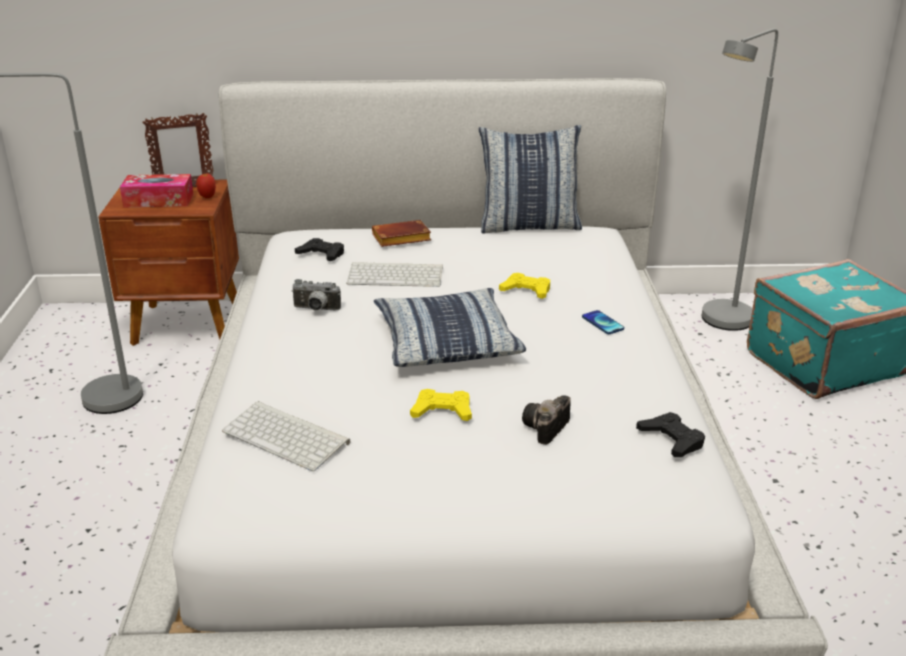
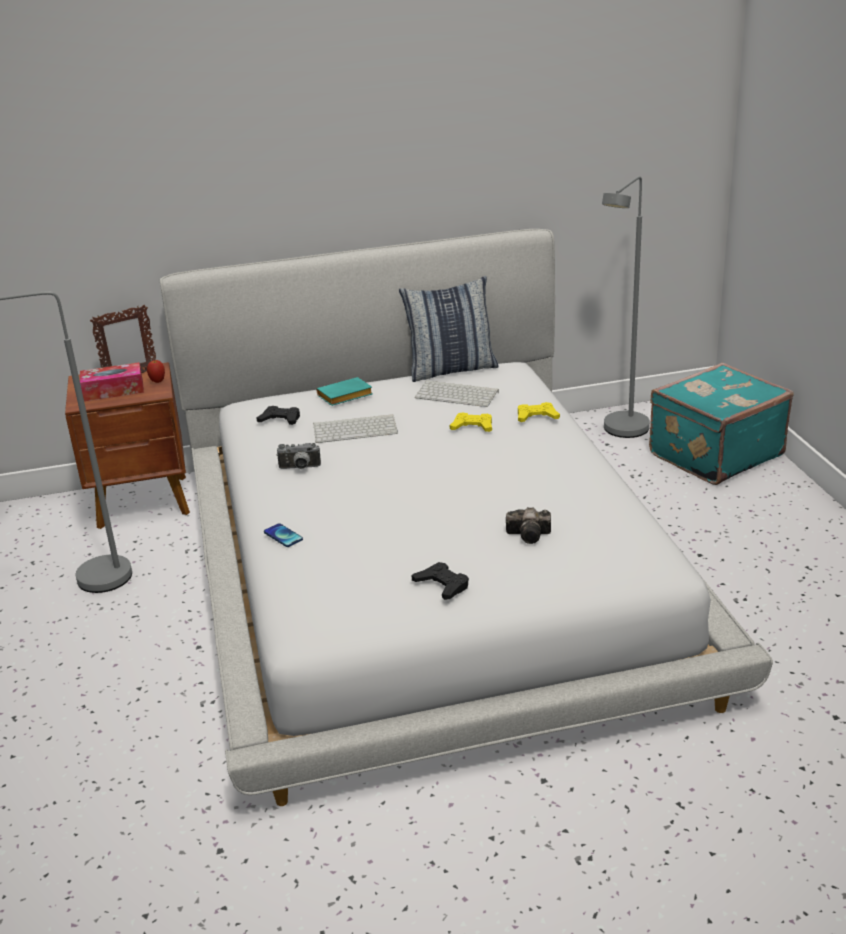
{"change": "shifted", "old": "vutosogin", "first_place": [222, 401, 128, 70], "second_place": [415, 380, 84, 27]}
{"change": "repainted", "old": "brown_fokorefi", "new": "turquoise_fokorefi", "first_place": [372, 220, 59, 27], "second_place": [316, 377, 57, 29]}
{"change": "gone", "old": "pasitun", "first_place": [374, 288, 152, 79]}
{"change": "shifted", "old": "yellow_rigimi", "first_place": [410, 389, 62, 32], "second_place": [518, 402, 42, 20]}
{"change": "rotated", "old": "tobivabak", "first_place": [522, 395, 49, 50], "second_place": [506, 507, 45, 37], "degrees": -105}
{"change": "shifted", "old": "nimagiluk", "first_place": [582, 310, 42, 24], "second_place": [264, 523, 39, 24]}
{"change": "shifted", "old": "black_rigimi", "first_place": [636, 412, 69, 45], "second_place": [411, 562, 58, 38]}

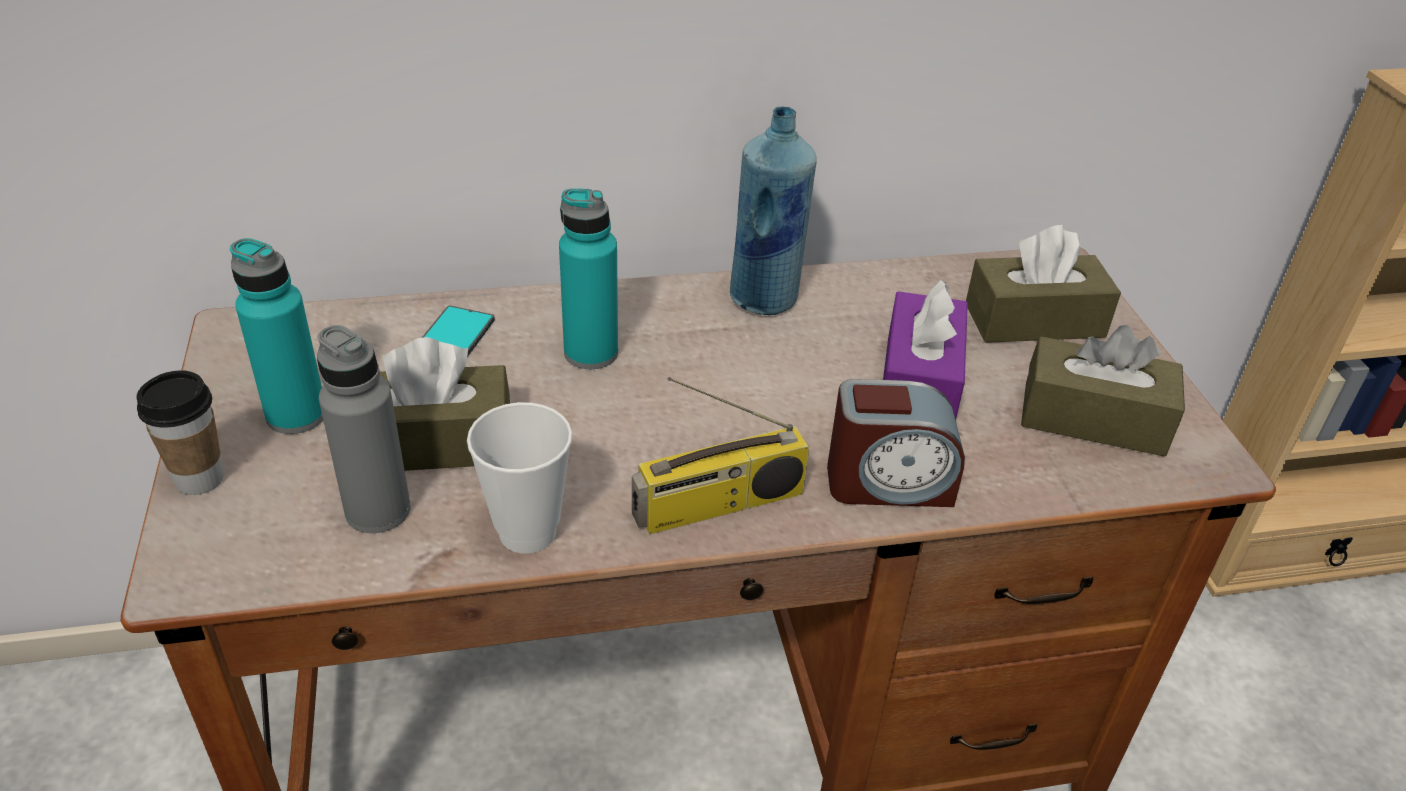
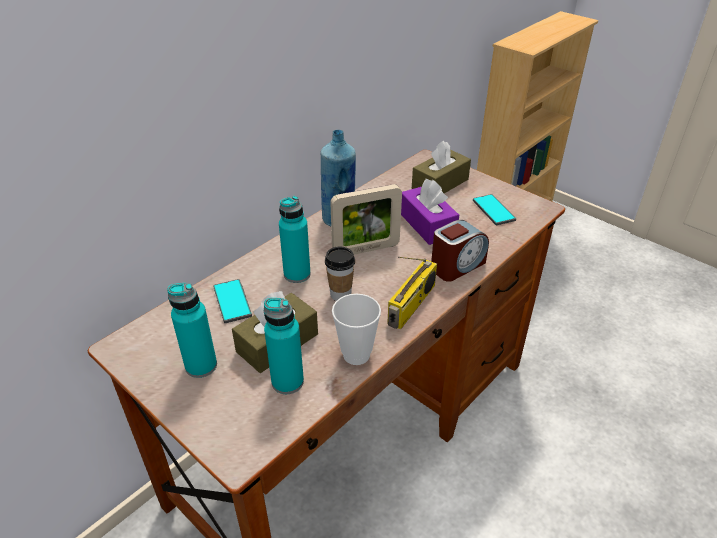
{"change": "shifted", "old": "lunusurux", "first_place": [137, 370, 87, 125], "second_place": [325, 247, 30, 54]}
{"change": "repainted", "old": "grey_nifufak", "new": "turquoise_nifufak", "first_place": [317, 325, 94, 208], "second_place": [264, 298, 40, 96]}
{"change": "swapped", "old": "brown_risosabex", "new": "nimagiluk", "first_place": [1021, 325, 164, 131], "second_place": [473, 194, 43, 31]}
{"change": "new", "new": "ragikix", "second_place": [330, 184, 72, 71]}

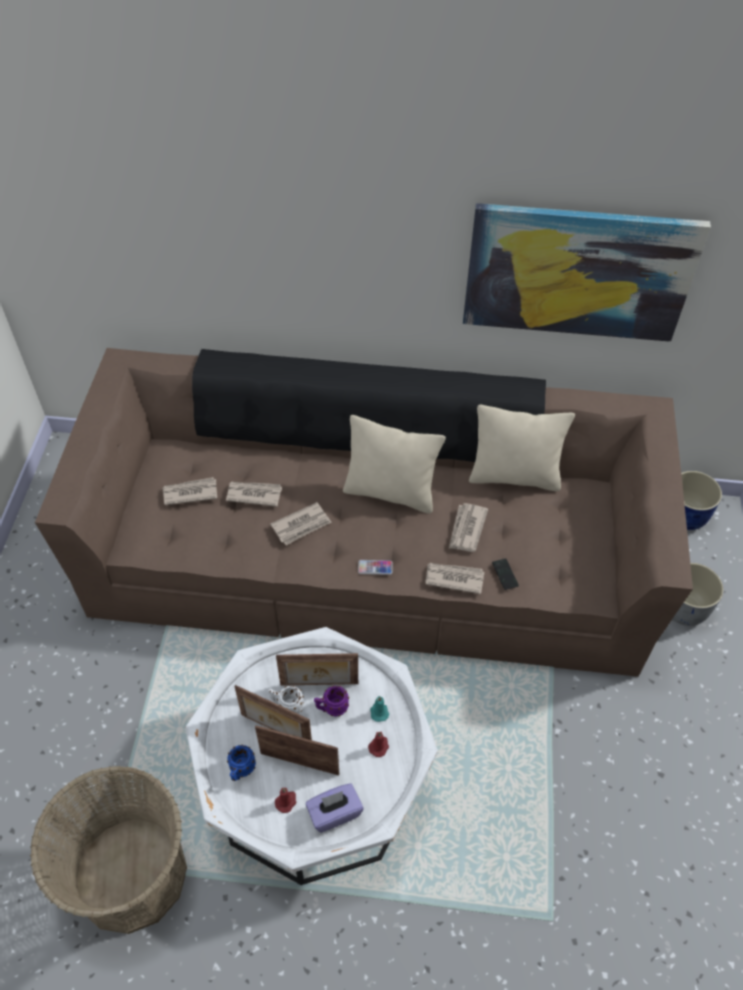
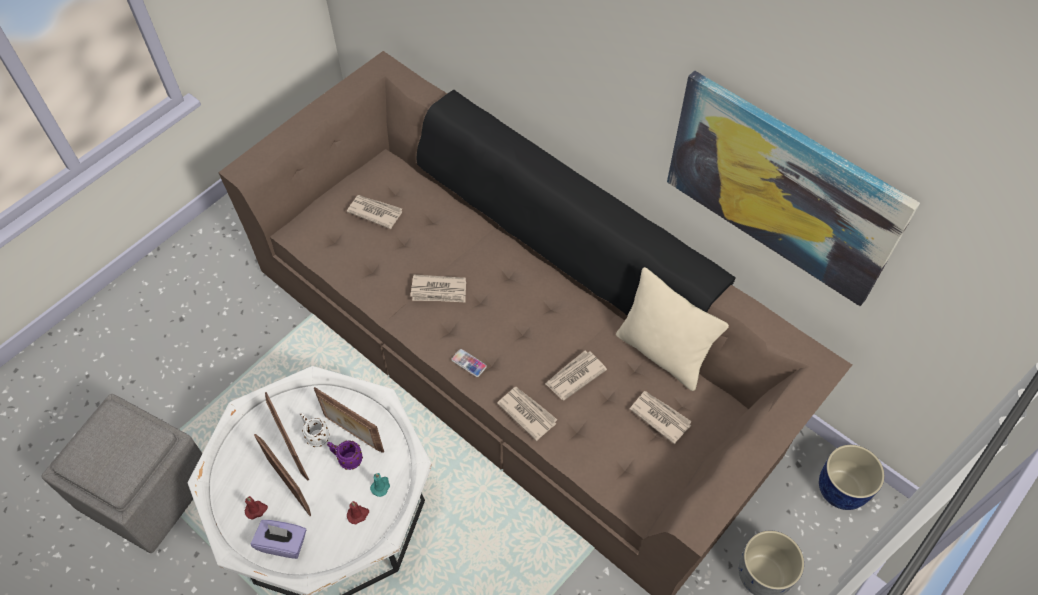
{"change": "swapped", "old": "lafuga", "new": "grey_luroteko", "first_place": [30, 766, 157, 168], "second_place": [41, 394, 161, 159]}
{"change": "shifted", "old": "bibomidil", "first_place": [226, 482, 56, 25], "second_place": [629, 391, 63, 53]}
{"change": "gone", "old": "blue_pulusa", "first_place": [227, 744, 29, 37]}
{"change": "gone", "old": "beige_pasitun", "first_place": [343, 415, 103, 99]}
{"change": "gone", "old": "nimagiluk", "first_place": [492, 558, 27, 32]}

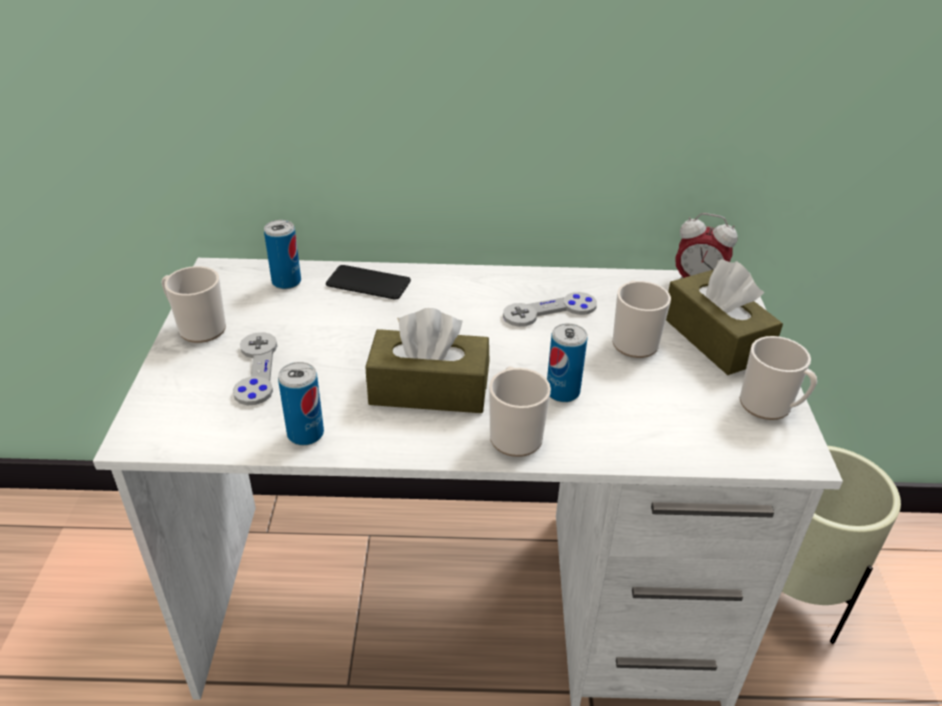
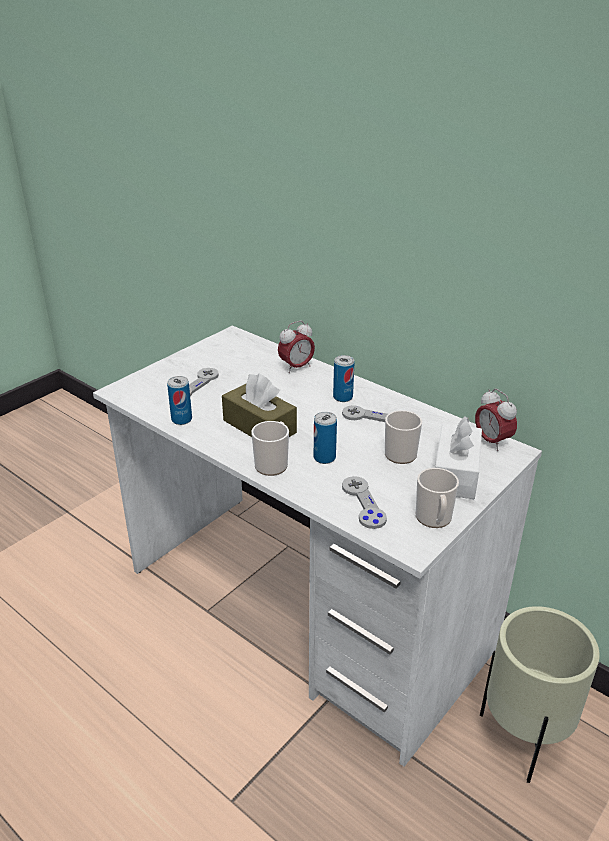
{"change": "gone", "old": "pulusa", "first_place": [162, 266, 64, 77]}
{"change": "shifted", "old": "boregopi", "first_place": [264, 220, 37, 69], "second_place": [333, 355, 21, 47]}
{"change": "swapped", "old": "nimagiluk", "new": "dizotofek", "first_place": [326, 265, 85, 34], "second_place": [278, 321, 37, 52]}
{"change": "repainted", "old": "brown_risosabex", "new": "white_risosabex", "first_place": [666, 259, 117, 116], "second_place": [435, 416, 47, 83]}
{"change": "new", "new": "grey_rigimi", "second_place": [342, 476, 45, 53]}

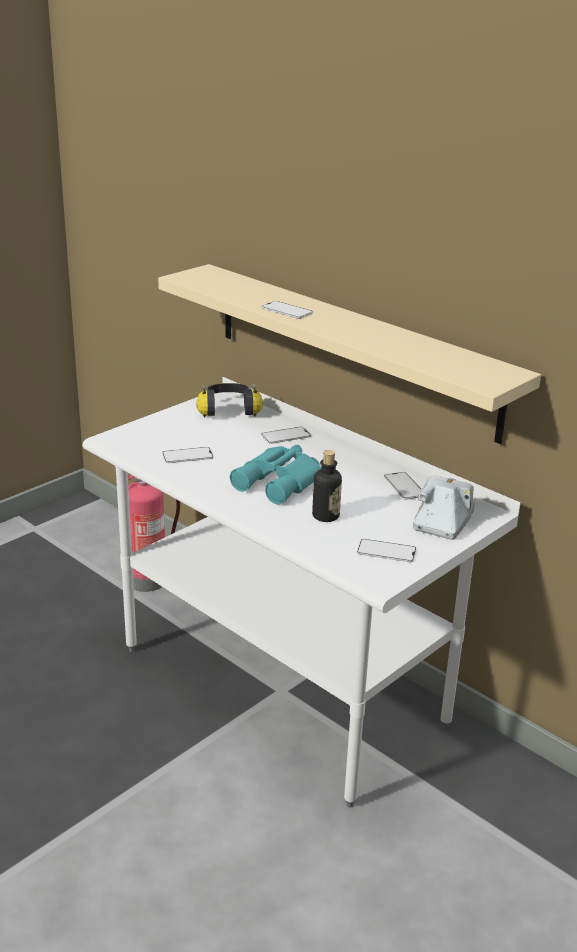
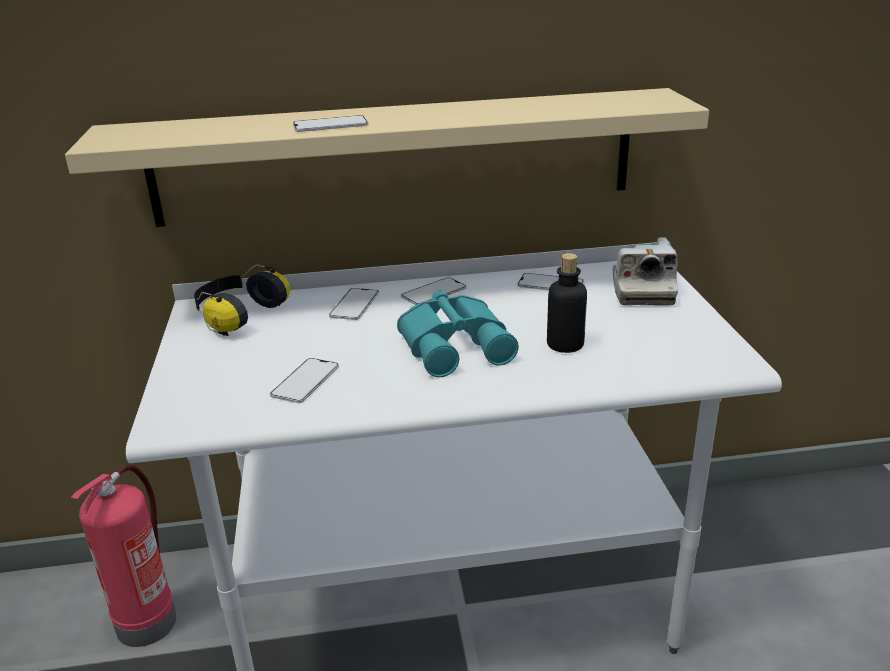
{"change": "shifted", "old": "nimagiluk", "first_place": [357, 539, 59, 23], "second_place": [401, 277, 66, 28]}
{"change": "rotated", "old": "tobivabak", "first_place": [413, 475, 62, 65], "second_place": [613, 237, 65, 69], "degrees": -150}

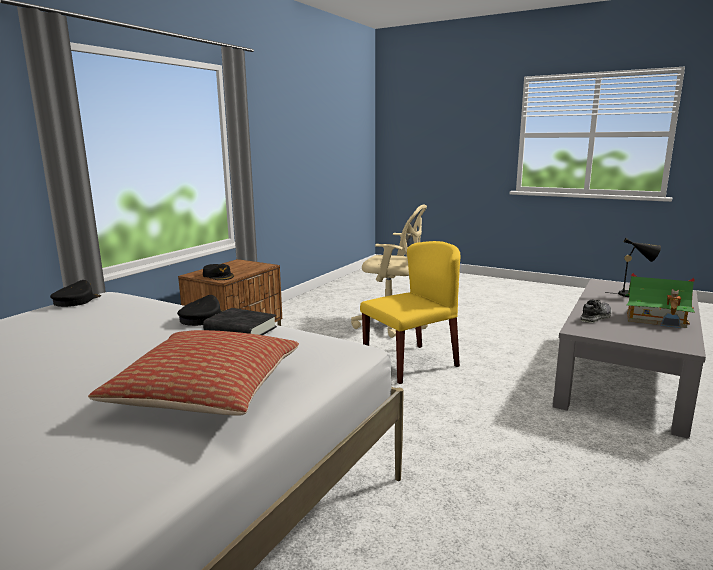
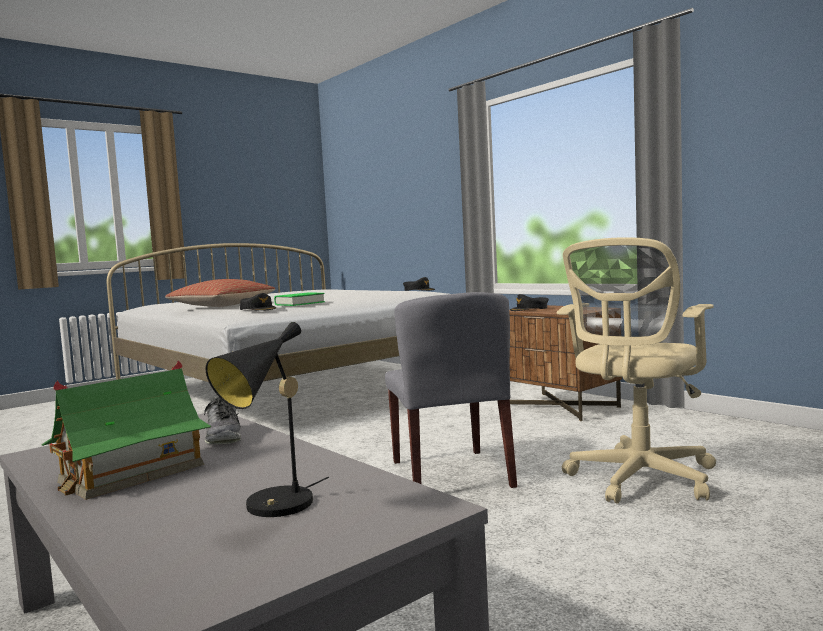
{"change": "shifted", "old": "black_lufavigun", "first_place": [177, 295, 46, 31], "second_place": [240, 293, 36, 18]}
{"change": "repainted", "old": "black_fokorefi", "new": "green_fokorefi", "first_place": [203, 308, 74, 27], "second_place": [274, 293, 51, 13]}
{"change": "repainted", "old": "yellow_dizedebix", "new": "grey_dizedebix", "first_place": [360, 241, 100, 143], "second_place": [385, 292, 132, 196]}

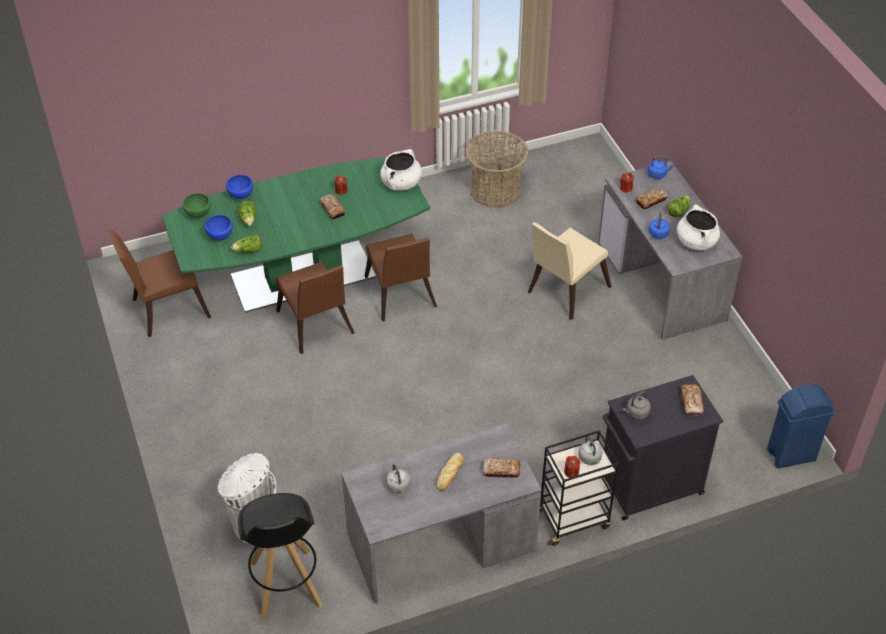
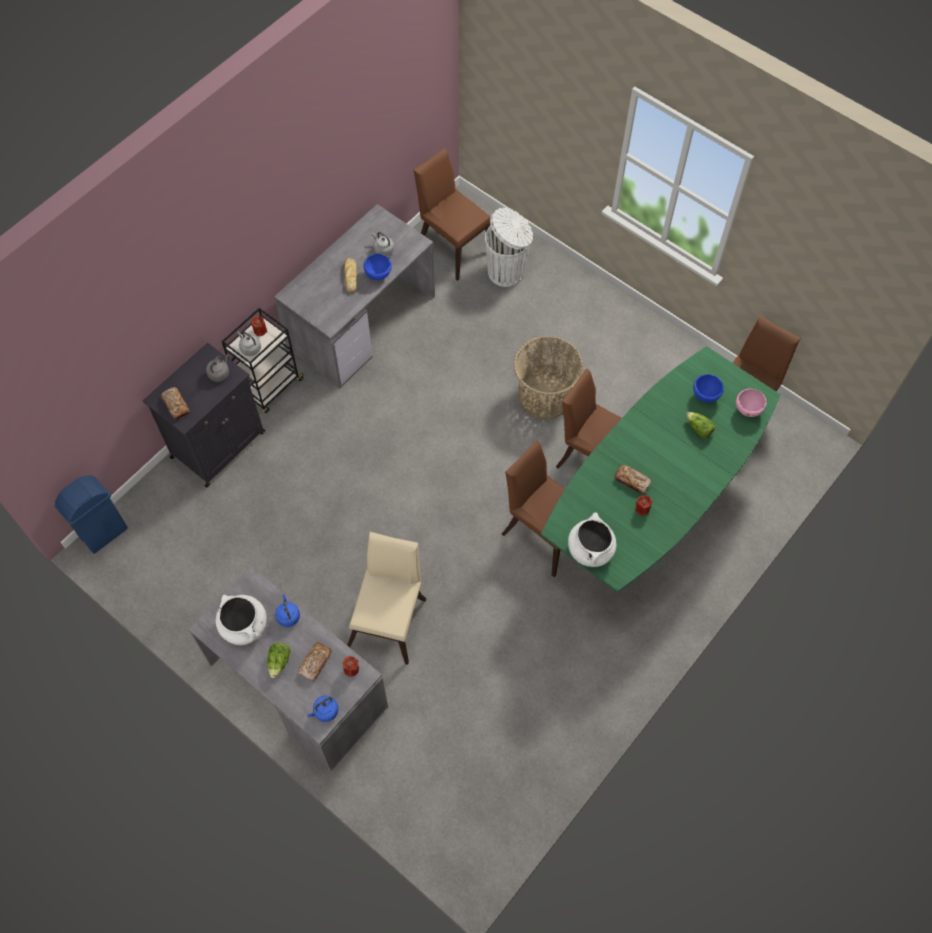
{"change": "repainted", "old": "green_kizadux", "new": "pink_kizadux", "first_place": [182, 193, 29, 25], "second_place": [736, 389, 31, 28]}
{"change": "shifted", "old": "blue_kizadux", "first_place": [226, 175, 27, 24], "second_place": [364, 254, 28, 26]}
{"change": "gone", "old": "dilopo", "first_place": [231, 235, 30, 18]}
{"change": "swapped", "old": "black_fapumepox", "new": "brown_dizedebix", "first_place": [238, 493, 84, 128], "second_place": [414, 148, 77, 133]}
{"change": "shifted", "old": "lafuga", "first_place": [465, 130, 64, 78], "second_place": [513, 336, 71, 83]}
{"change": "gone", "old": "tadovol", "first_place": [483, 457, 37, 21]}

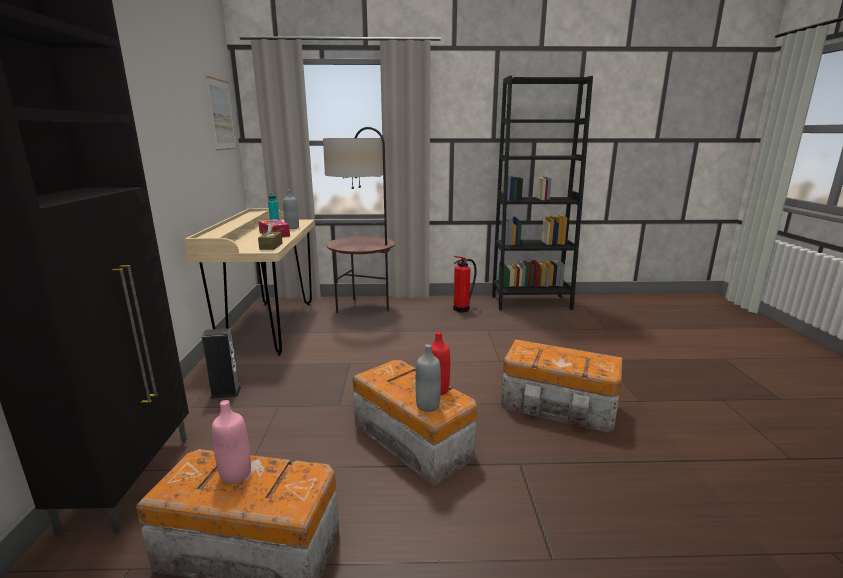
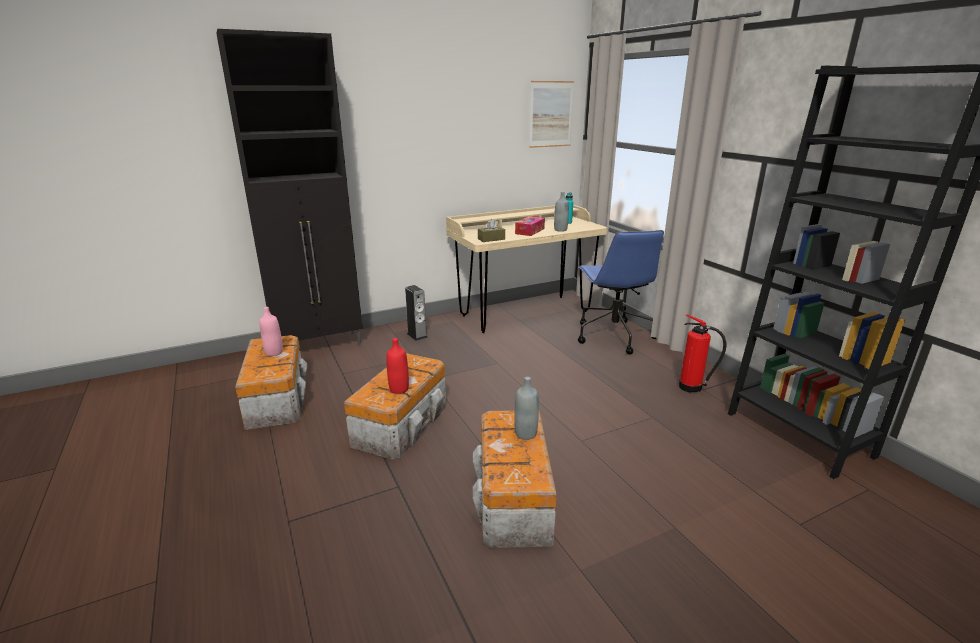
{"change": "swapped", "old": "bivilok", "new": "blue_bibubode", "first_place": [323, 127, 72, 186], "second_place": [578, 230, 86, 125]}
{"change": "shifted", "old": "grey_nifufak", "first_place": [416, 344, 25, 68], "second_place": [514, 377, 25, 63]}

